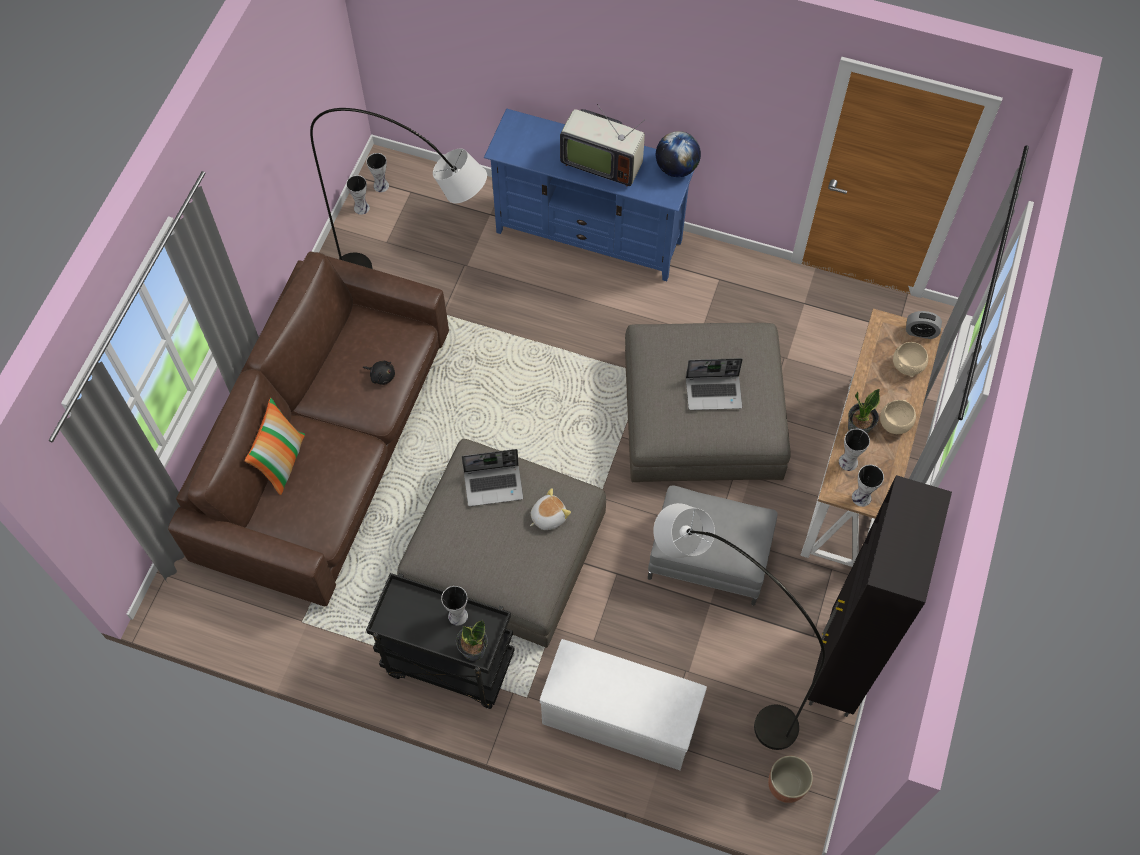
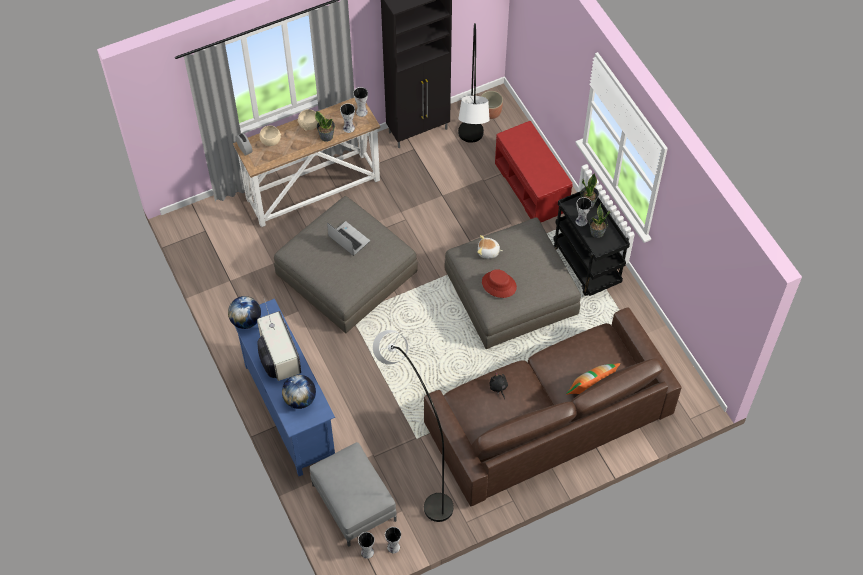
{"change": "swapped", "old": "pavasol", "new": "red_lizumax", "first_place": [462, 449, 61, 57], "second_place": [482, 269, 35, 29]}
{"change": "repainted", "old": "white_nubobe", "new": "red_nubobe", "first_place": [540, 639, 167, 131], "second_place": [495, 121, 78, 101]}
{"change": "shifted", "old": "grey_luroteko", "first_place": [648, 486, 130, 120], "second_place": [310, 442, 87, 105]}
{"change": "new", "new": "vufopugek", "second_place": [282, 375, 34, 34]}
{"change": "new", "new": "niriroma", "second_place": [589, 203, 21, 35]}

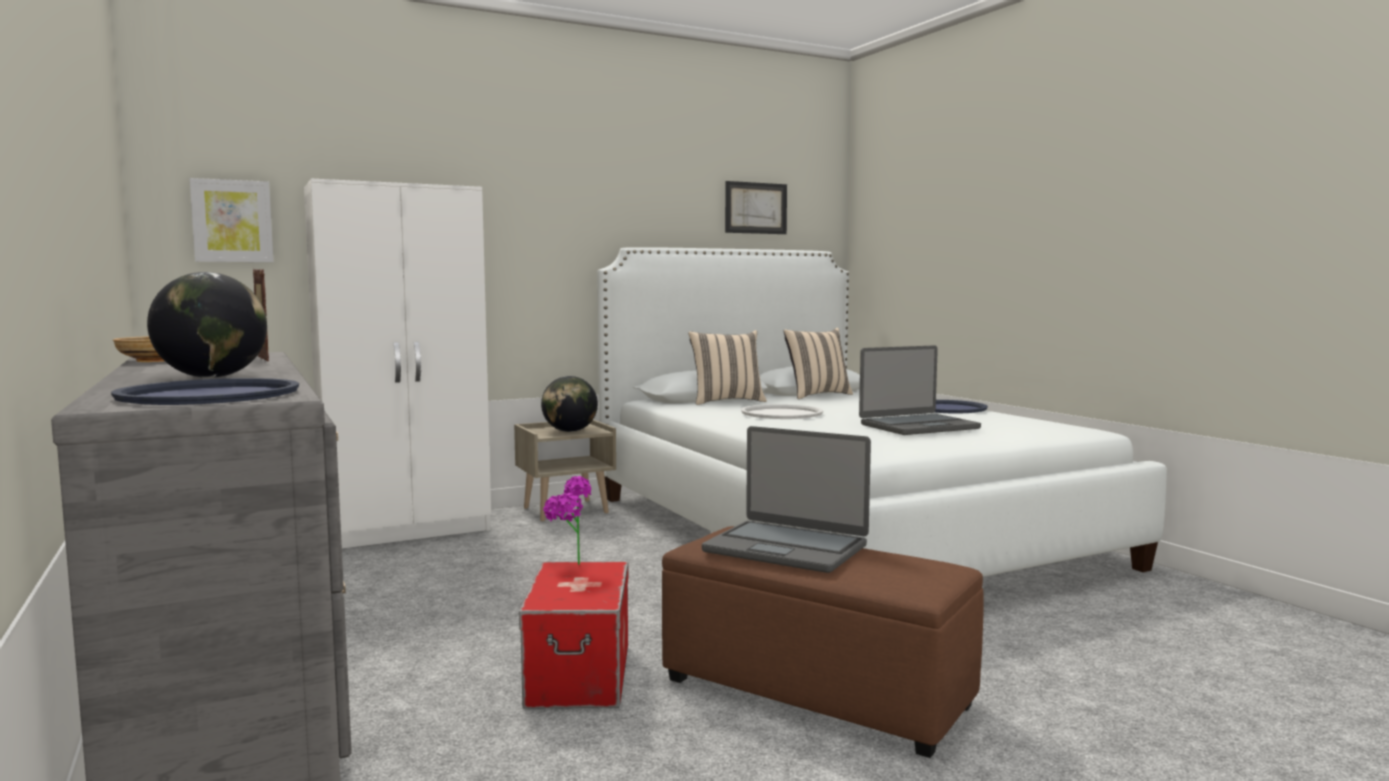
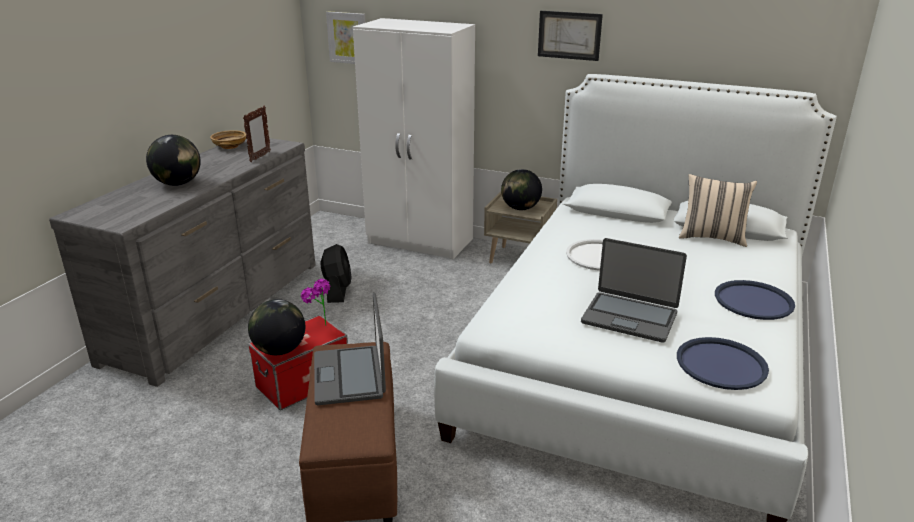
{"change": "shifted", "old": "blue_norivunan", "first_place": [111, 378, 188, 27], "second_place": [677, 337, 92, 53]}
{"change": "gone", "old": "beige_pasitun", "first_place": [688, 330, 79, 75]}
{"change": "shifted", "old": "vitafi", "first_place": [725, 181, 62, 53], "second_place": [538, 11, 65, 50]}
{"change": "new", "new": "vufopugek", "second_place": [248, 299, 57, 56]}
{"change": "new", "new": "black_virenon", "second_place": [320, 244, 32, 59]}

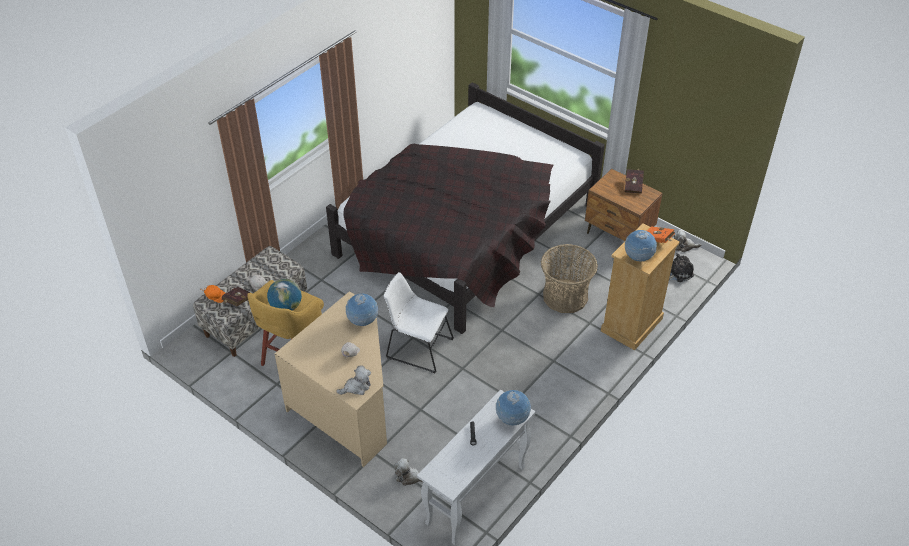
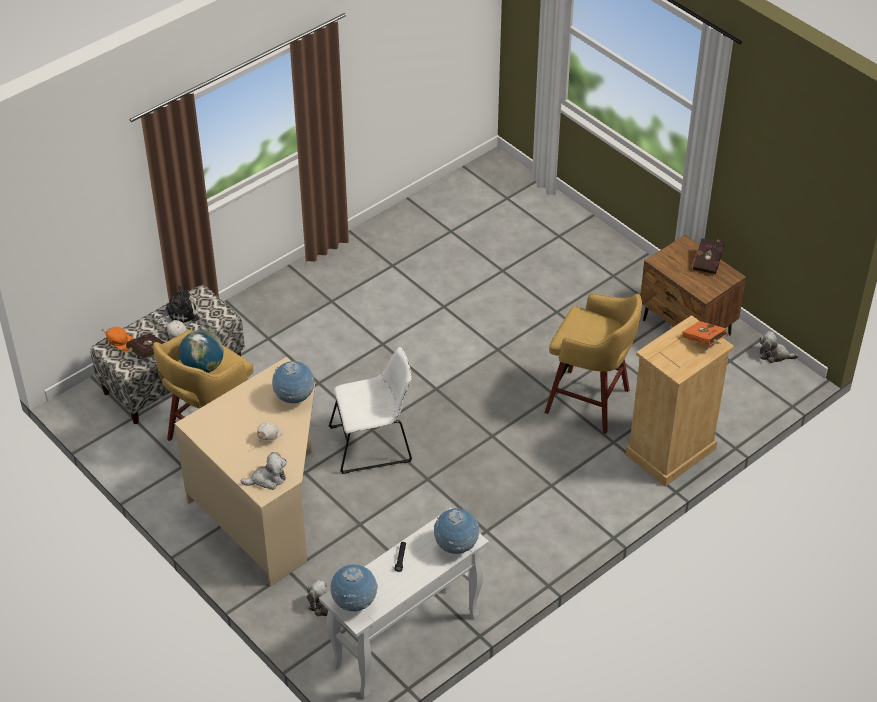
{"change": "gone", "old": "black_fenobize", "first_place": [326, 82, 279, 252]}
{"change": "rotated", "old": "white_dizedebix", "first_place": [384, 272, 70, 101], "second_place": [329, 347, 83, 127], "degrees": 135}
{"change": "swapped", "old": "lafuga", "new": "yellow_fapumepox", "first_place": [541, 244, 57, 69], "second_place": [544, 294, 98, 140]}
{"change": "shifted", "old": "vufopugek", "first_place": [625, 230, 32, 31], "second_place": [330, 564, 48, 48]}
{"change": "shifted", "old": "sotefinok", "first_place": [669, 253, 25, 29], "second_place": [156, 285, 43, 40]}

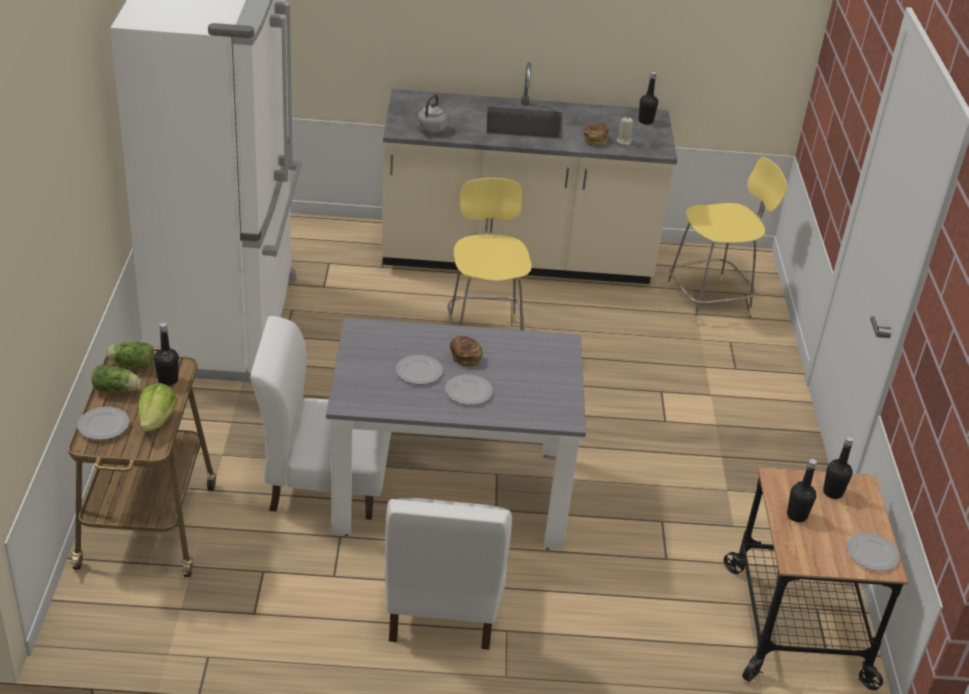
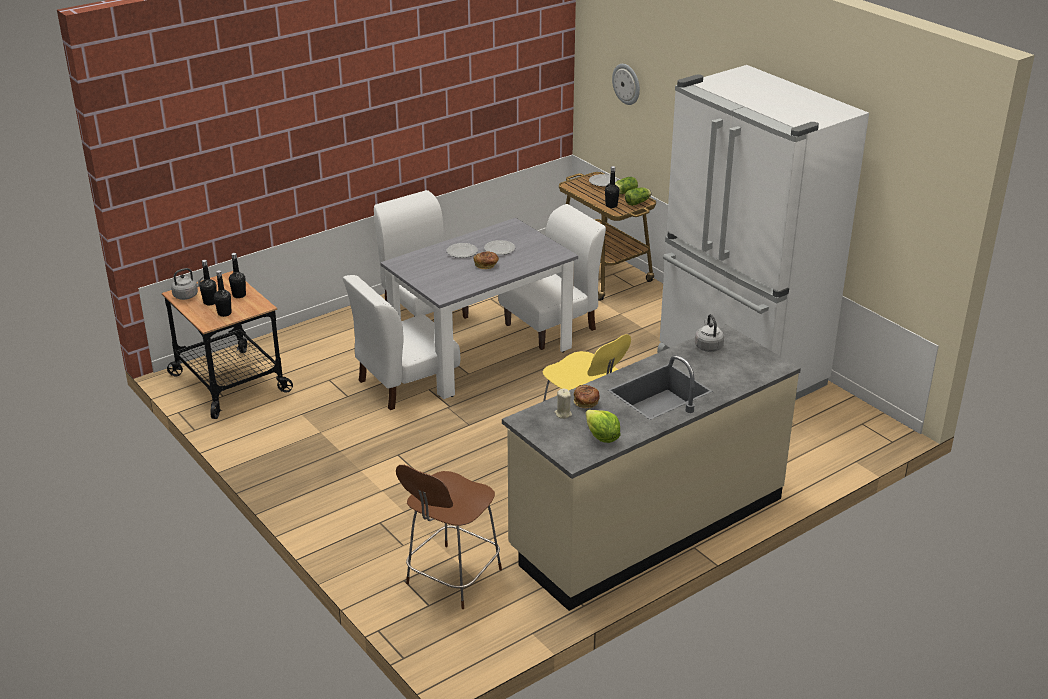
{"change": "shifted", "old": "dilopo", "first_place": [138, 383, 39, 49], "second_place": [586, 410, 35, 33]}
{"change": "shifted", "old": "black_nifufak", "first_place": [639, 72, 19, 53], "second_place": [200, 260, 17, 45]}
{"change": "repainted", "old": "yellow_fapumepox", "new": "brown_fapumepox", "first_place": [665, 157, 122, 167], "second_place": [396, 465, 106, 144]}
{"change": "swapped", "old": "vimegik", "new": "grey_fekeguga", "first_place": [847, 533, 53, 38], "second_place": [171, 268, 32, 32]}
{"change": "new", "new": "white_dizedebix", "second_place": [343, 275, 117, 135]}
{"change": "new", "new": "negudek", "second_place": [612, 64, 28, 41]}

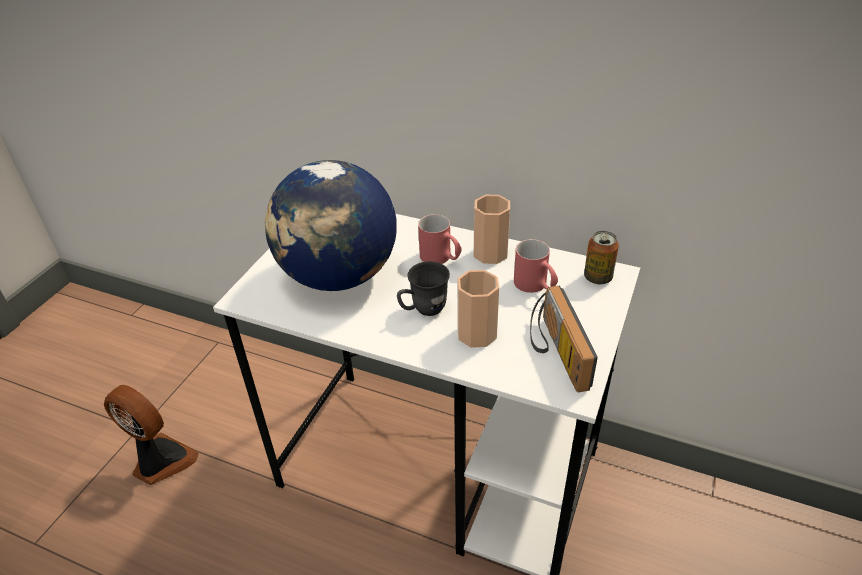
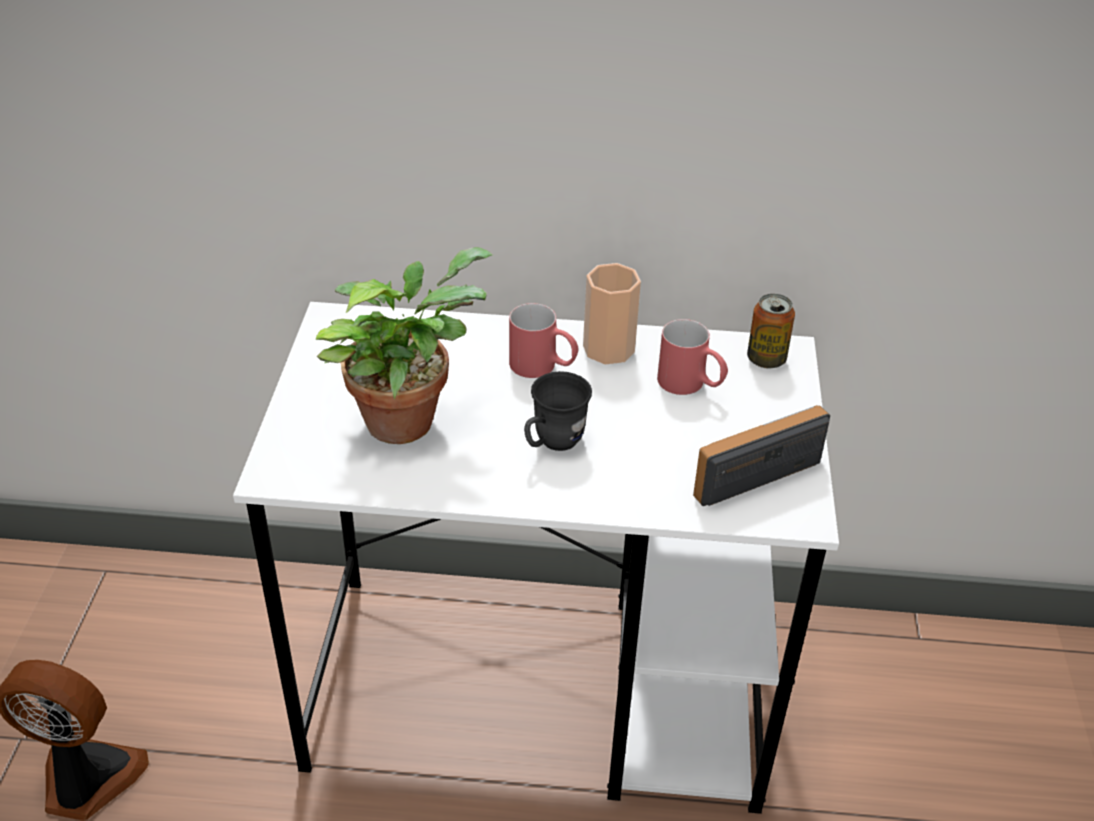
{"change": "swapped", "old": "vufopugek", "new": "niriroma", "first_place": [265, 160, 132, 131], "second_place": [316, 247, 177, 197]}
{"change": "gone", "old": "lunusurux", "first_place": [457, 270, 42, 78]}
{"change": "rotated", "old": "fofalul", "first_place": [530, 285, 68, 107], "second_place": [693, 405, 137, 101], "degrees": 90}

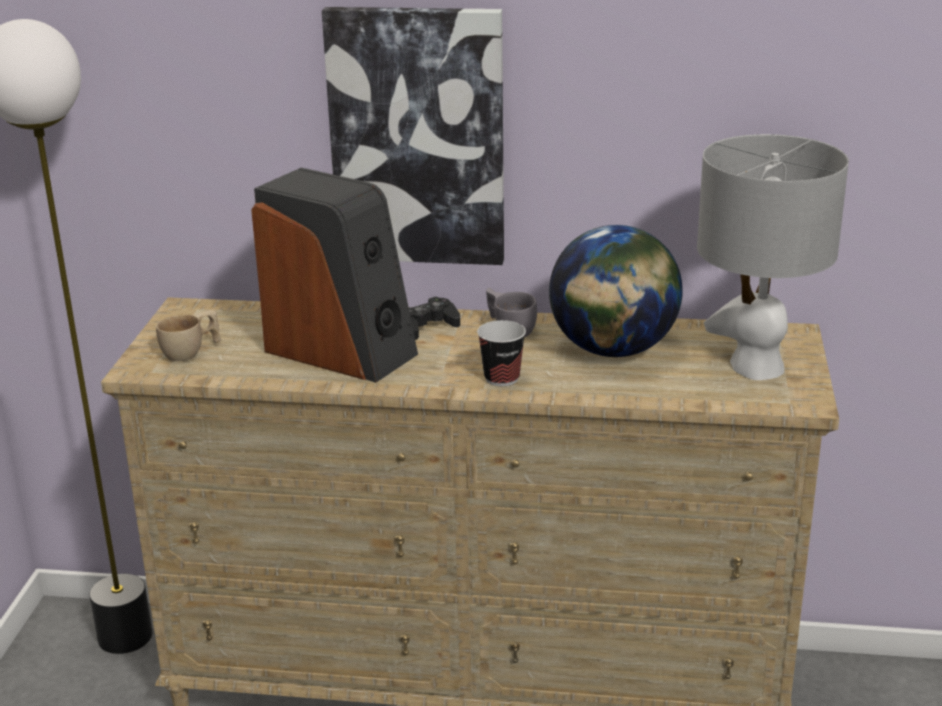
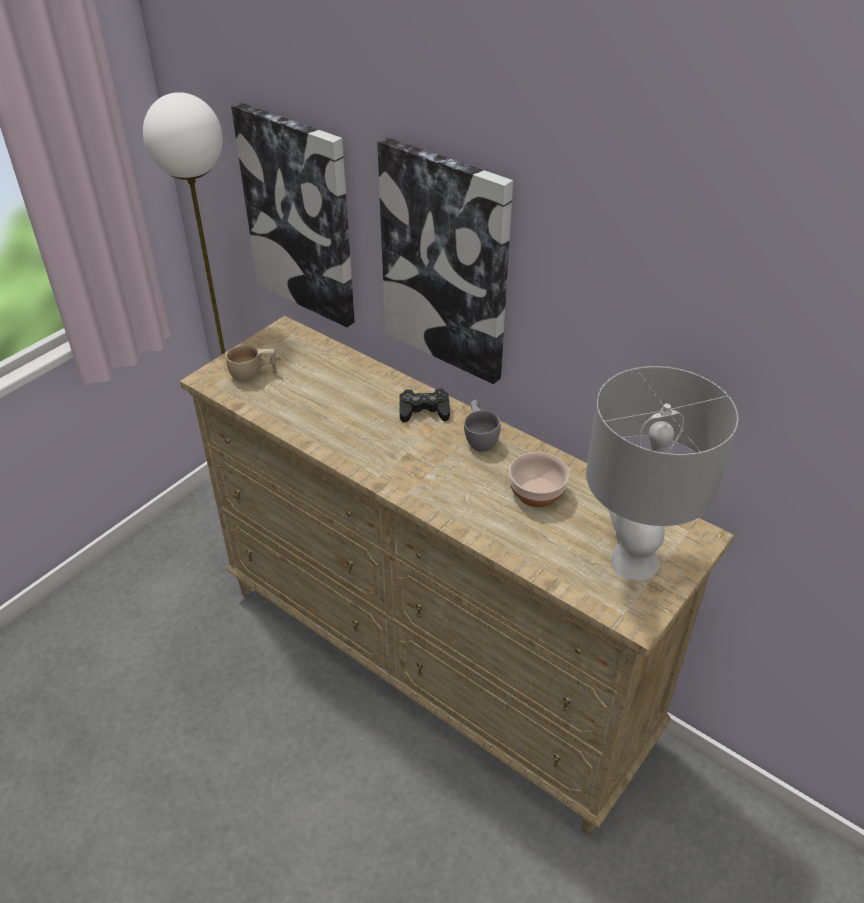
{"change": "gone", "old": "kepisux", "first_place": [251, 168, 167, 215]}
{"change": "gone", "old": "lunusurux", "first_place": [477, 320, 49, 66]}
{"change": "swapped", "old": "vufopugek", "new": "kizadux", "first_place": [549, 225, 133, 132], "second_place": [509, 452, 61, 55]}
{"change": "new", "new": "vitafi", "second_place": [231, 102, 124, 225]}

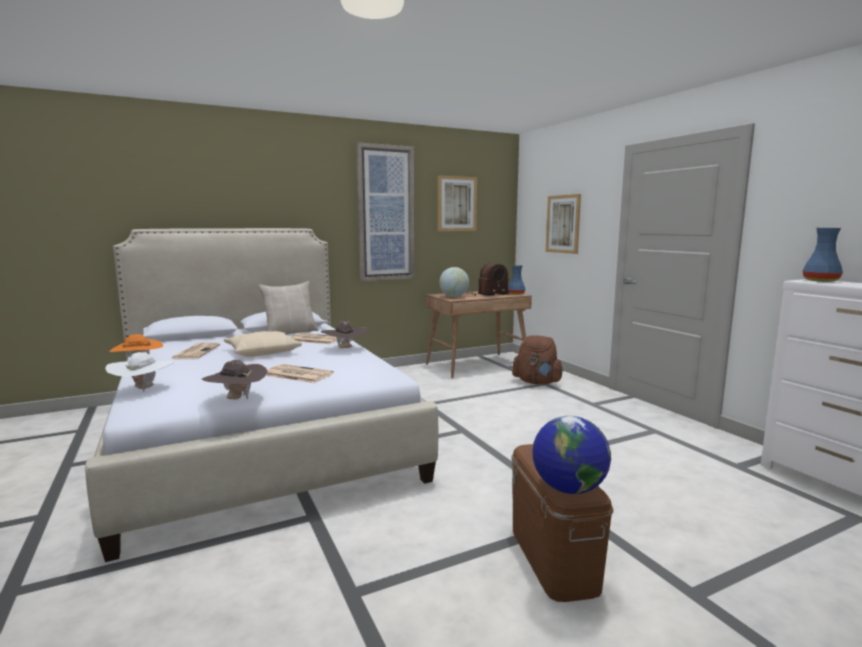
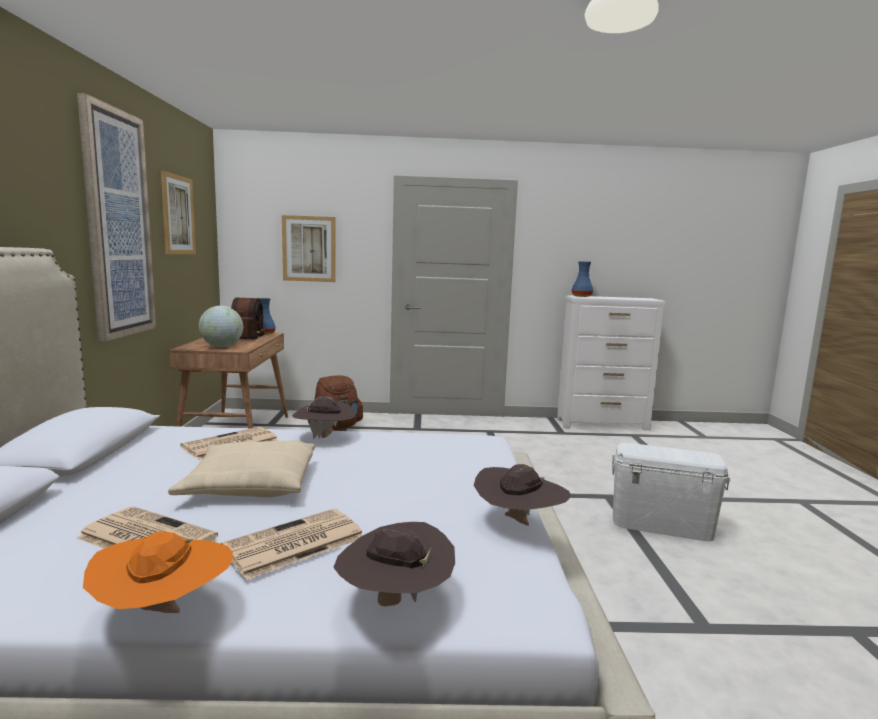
{"change": "repainted", "old": "white_lizumax", "new": "brown_lizumax", "first_place": [105, 352, 69, 40], "second_place": [333, 522, 122, 84]}
{"change": "gone", "old": "beige_pasitun", "first_place": [258, 281, 61, 53]}
{"change": "shifted", "old": "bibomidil", "first_place": [266, 364, 68, 19], "second_place": [221, 509, 142, 71]}
{"change": "repainted", "old": "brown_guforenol", "new": "white_guforenol", "first_place": [511, 444, 102, 158], "second_place": [612, 443, 119, 98]}
{"change": "gone", "old": "vufopugek", "first_place": [533, 416, 78, 78]}

